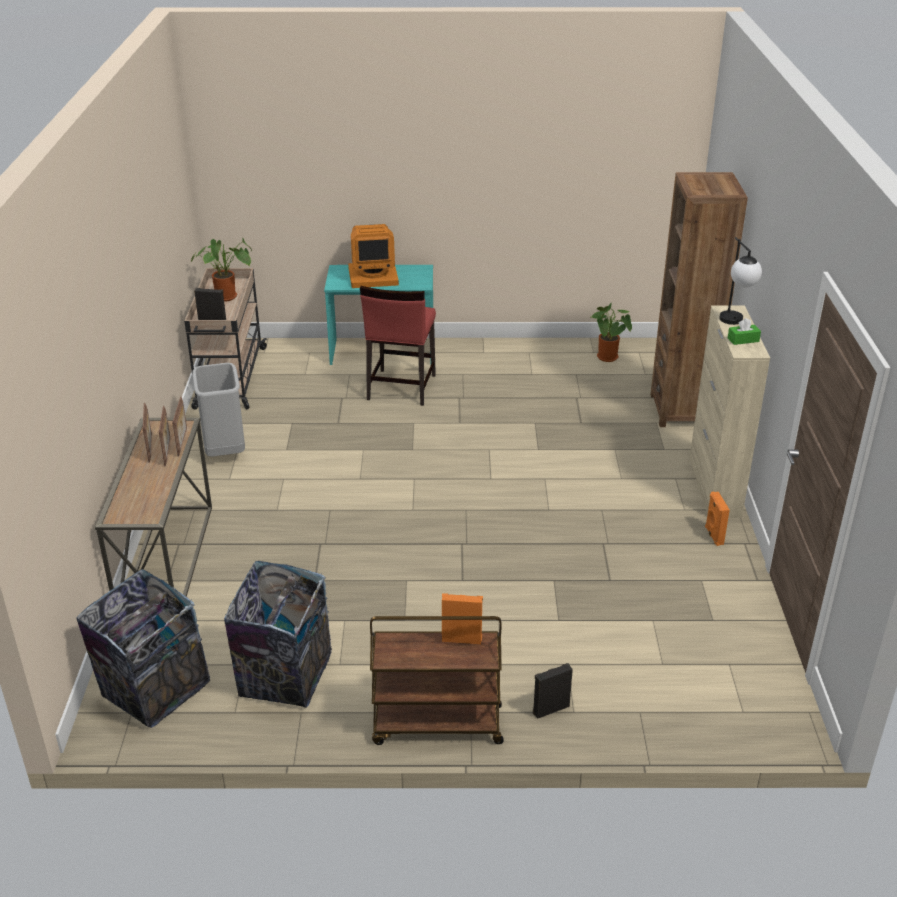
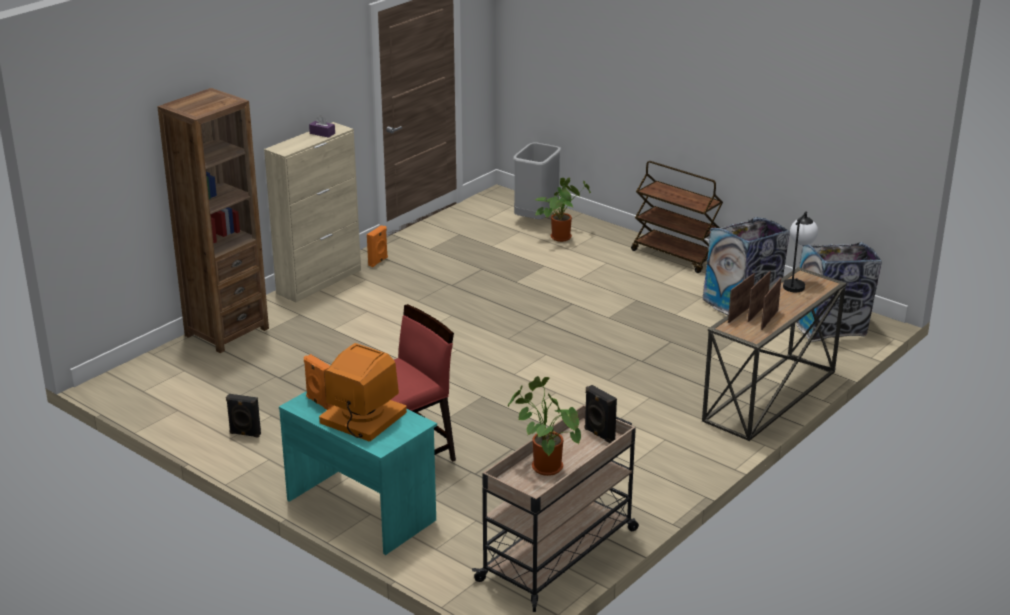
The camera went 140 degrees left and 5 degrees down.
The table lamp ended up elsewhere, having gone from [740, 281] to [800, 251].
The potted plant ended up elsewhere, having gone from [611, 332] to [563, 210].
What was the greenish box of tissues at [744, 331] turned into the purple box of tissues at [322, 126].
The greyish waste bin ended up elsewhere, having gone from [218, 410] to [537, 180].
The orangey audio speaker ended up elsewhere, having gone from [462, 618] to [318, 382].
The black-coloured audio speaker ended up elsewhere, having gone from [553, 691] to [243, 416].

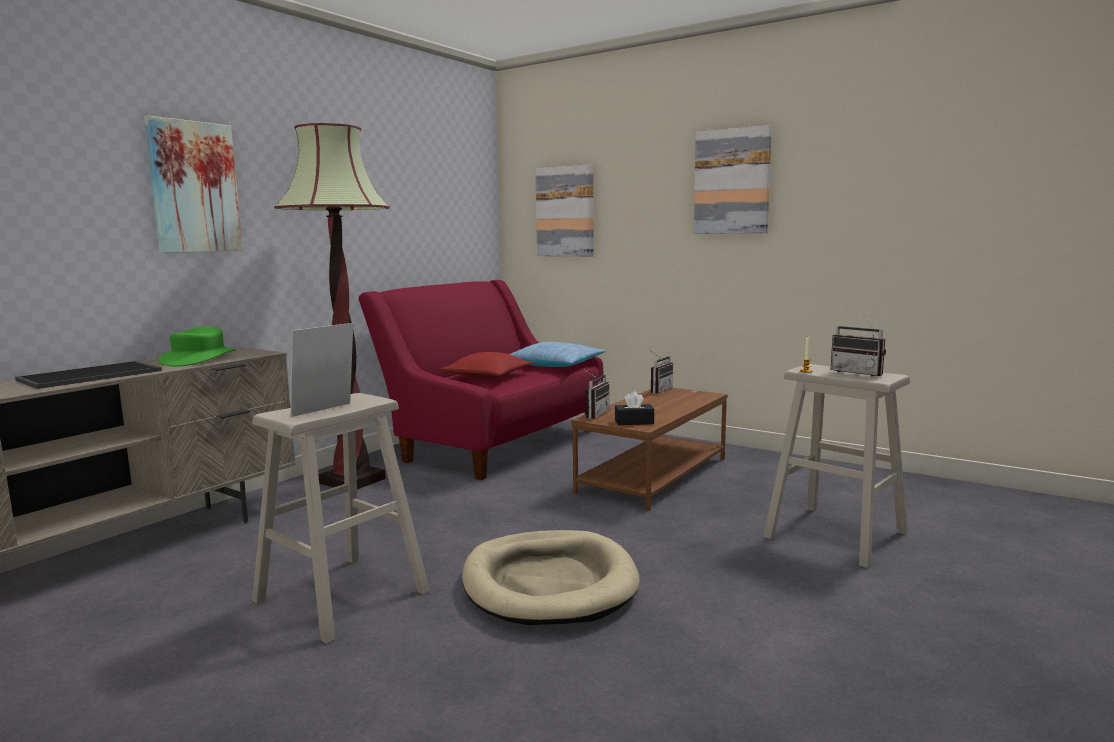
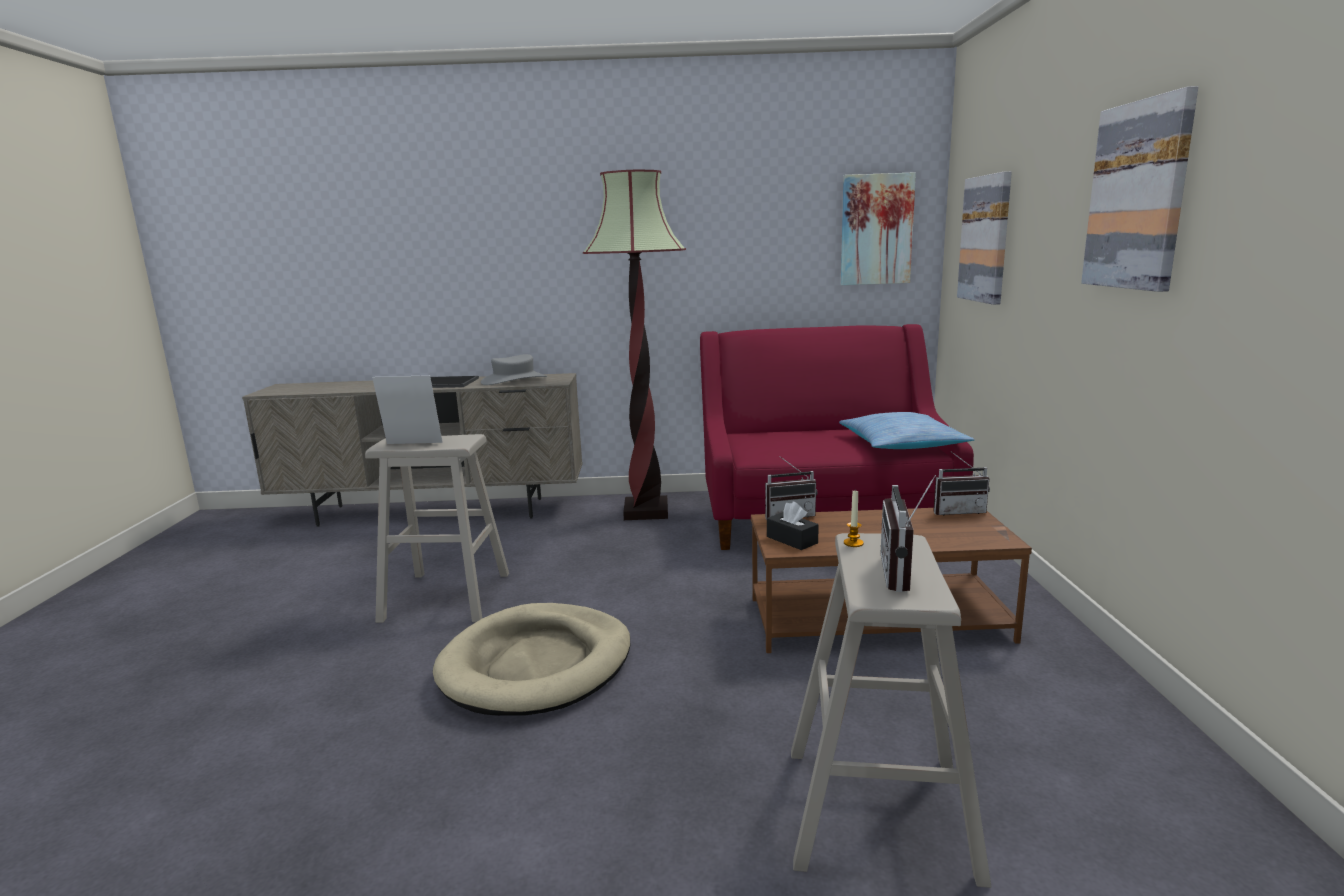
The camera went 55 degrees right and 5 degrees up.
The wall picture ended up elsewhere, having gone from [193, 184] to [878, 228].
What was the greenish clothing hat at [197, 346] turned into the greyish clothing hat at [514, 369].
The second view lost the red throw pillow at [486, 365].

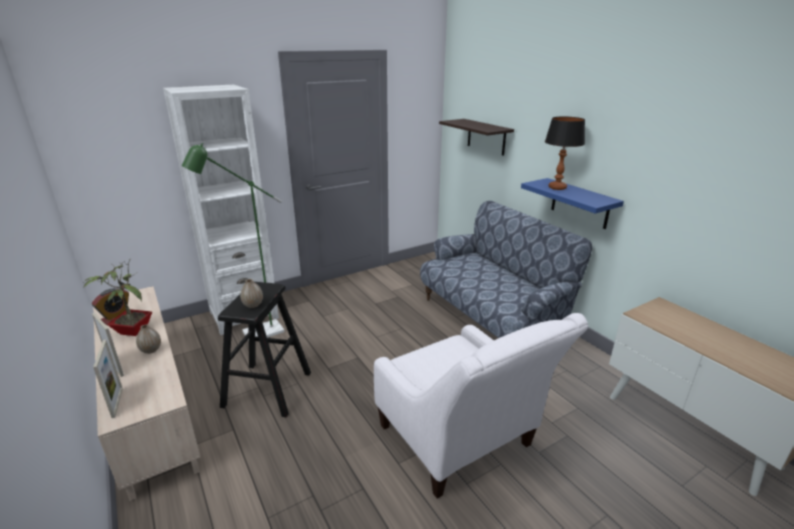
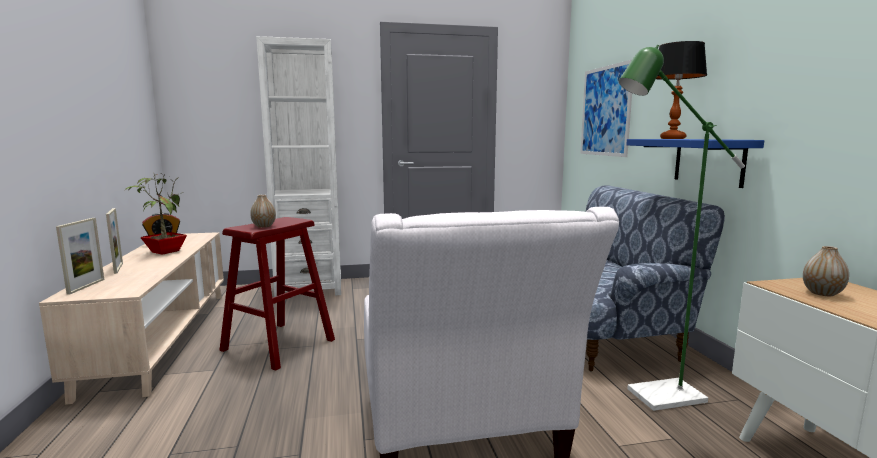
The camera went 20 degrees right and 15 degrees down.
Where the wall shelf hung at [476, 137], the wall picture came to hang at [606, 108].
The greenish standard lamp ended up elsewhere, having gone from [233, 242] to [682, 228].
What was the black-coloured stool at [264, 349] turned into the red stool at [277, 294].
The decorative vase ended up elsewhere, having gone from [148, 339] to [826, 271].

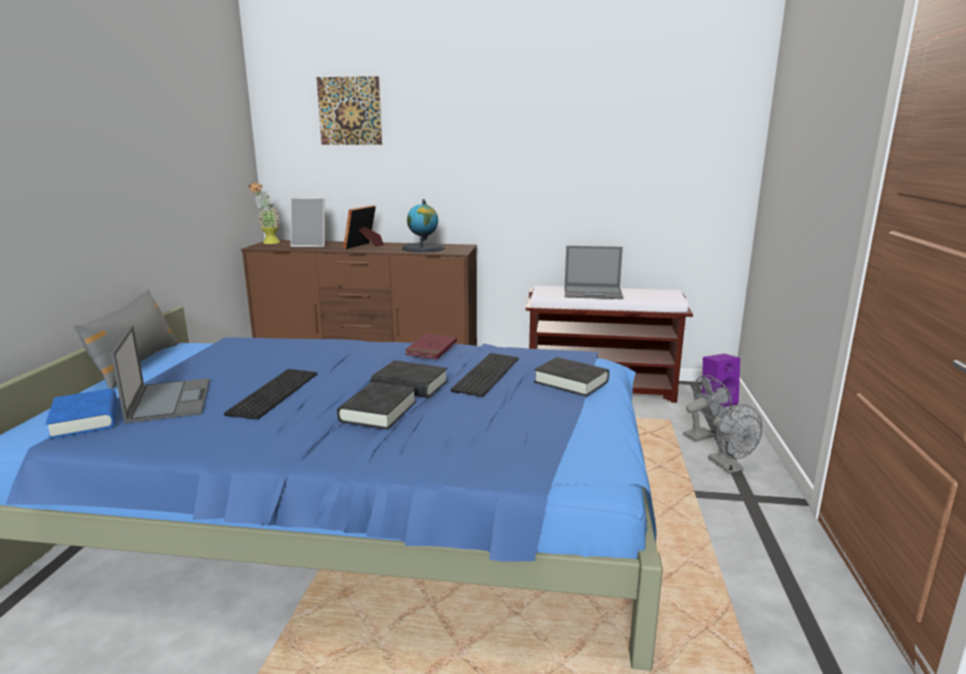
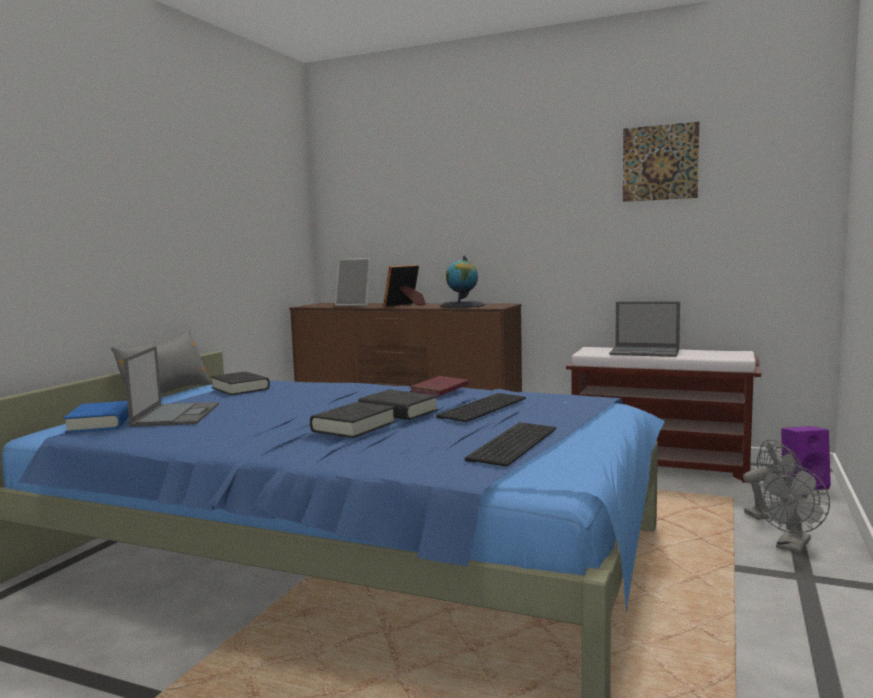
The camera went 15 degrees right and 10 degrees down.
The wall picture ended up elsewhere, having gone from [349, 110] to [661, 162].
The second view lost the potted plant at [264, 213].
The black-coloured volume ended up elsewhere, having gone from [571, 377] to [240, 383].
The keyboard ended up elsewhere, having gone from [270, 394] to [510, 444].
The greyish fan at [735, 438] ended up facing another way, 45 degrees clockwise from before.

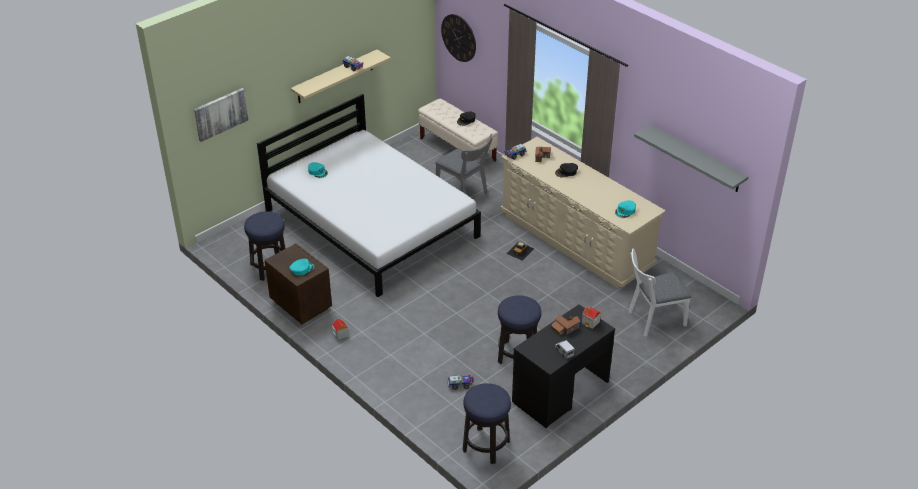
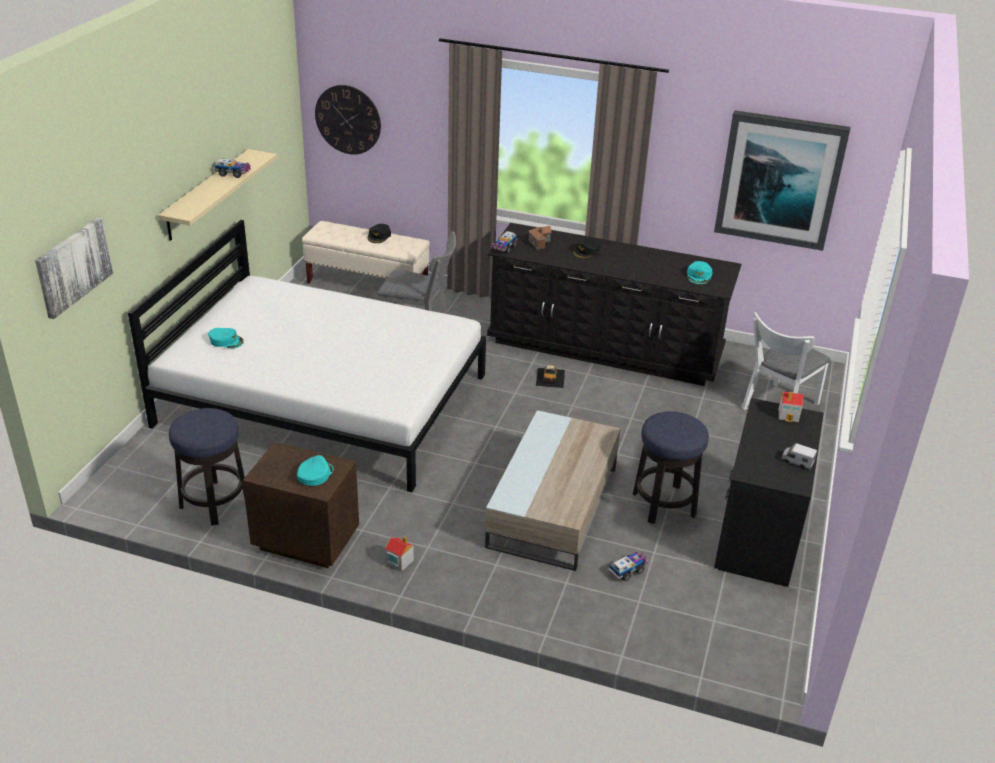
The camera went 30 degrees left and 5 degrees down.
Where the greyish wall shelf hung at [691, 158], the wall picture came to hang at [782, 180].
What was the beige drawer chest at [583, 212] turned into the black-coloured drawer chest at [614, 304].
The second view lost the model house at [566, 325].
The second view lost the stool at [487, 423].
The second view gained the beige lounge table at [553, 490].

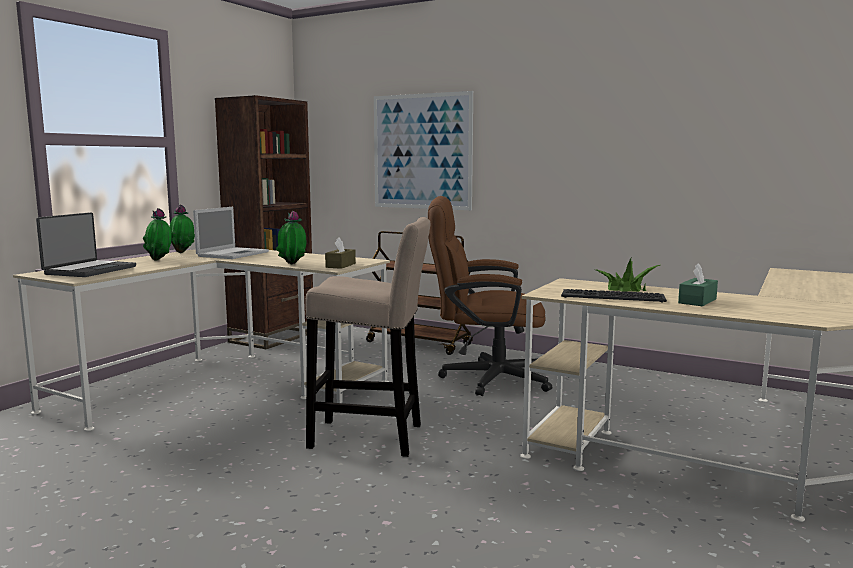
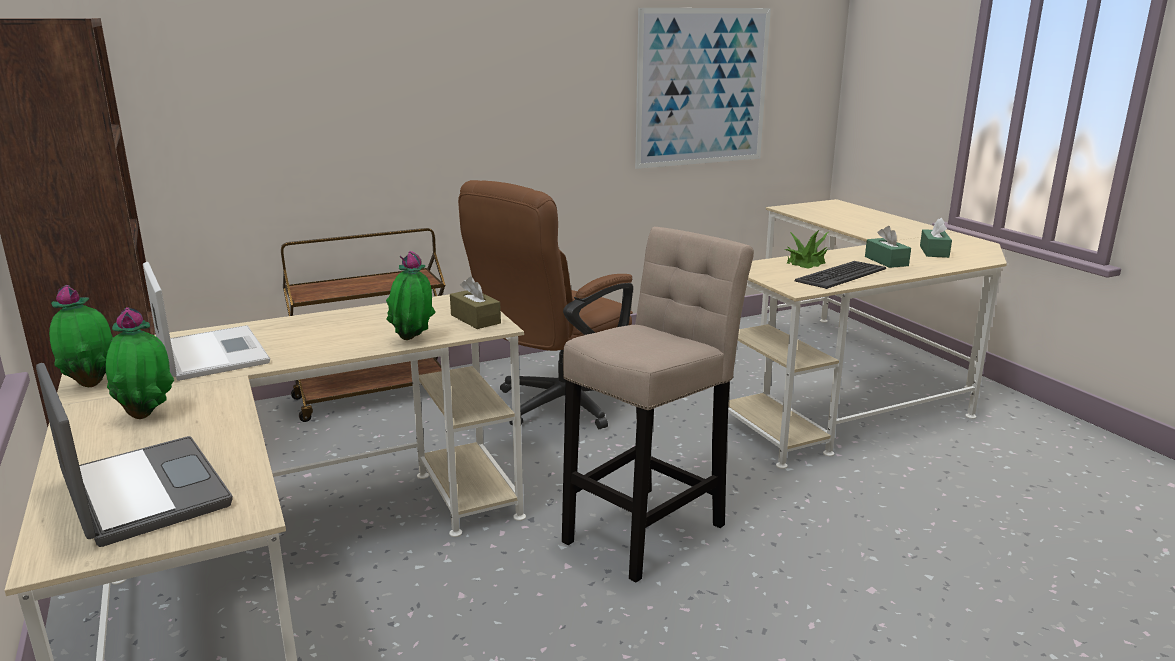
The camera went 55 degrees left and 10 degrees up.
The wall picture ended up elsewhere, having gone from [423, 150] to [703, 88].
The second view gained the greenish box of tissues at [936, 238].

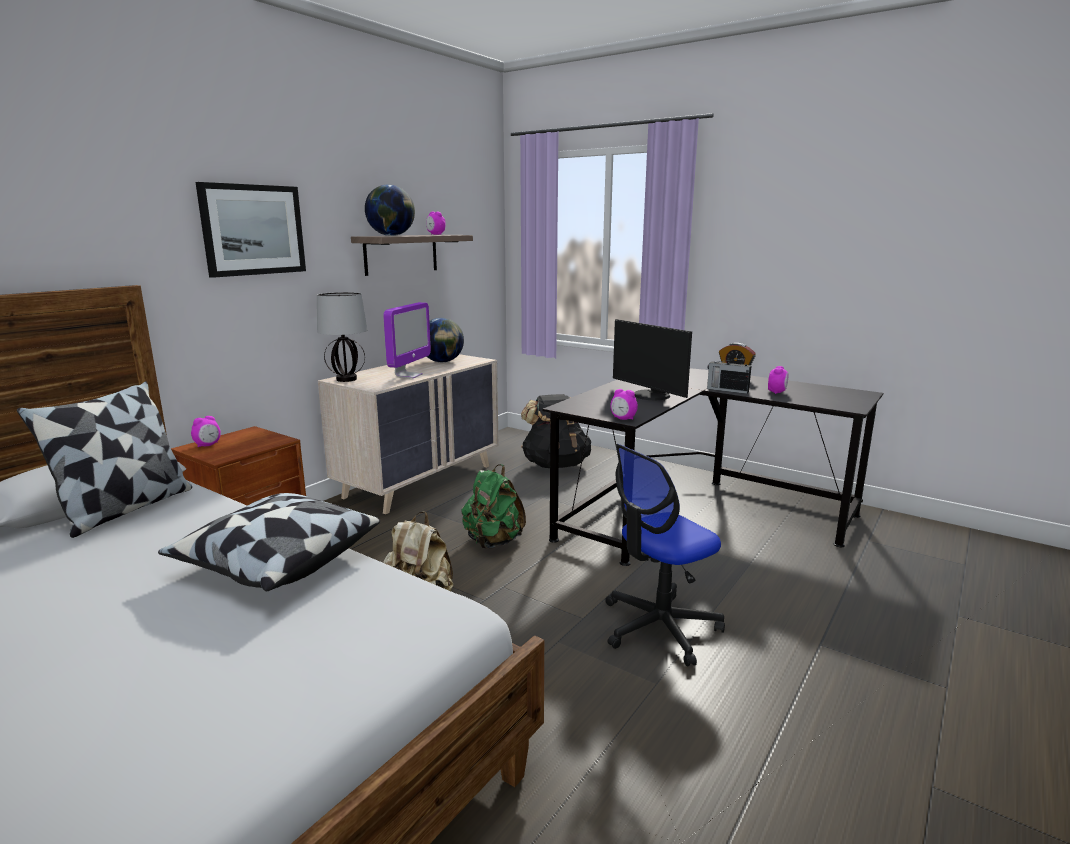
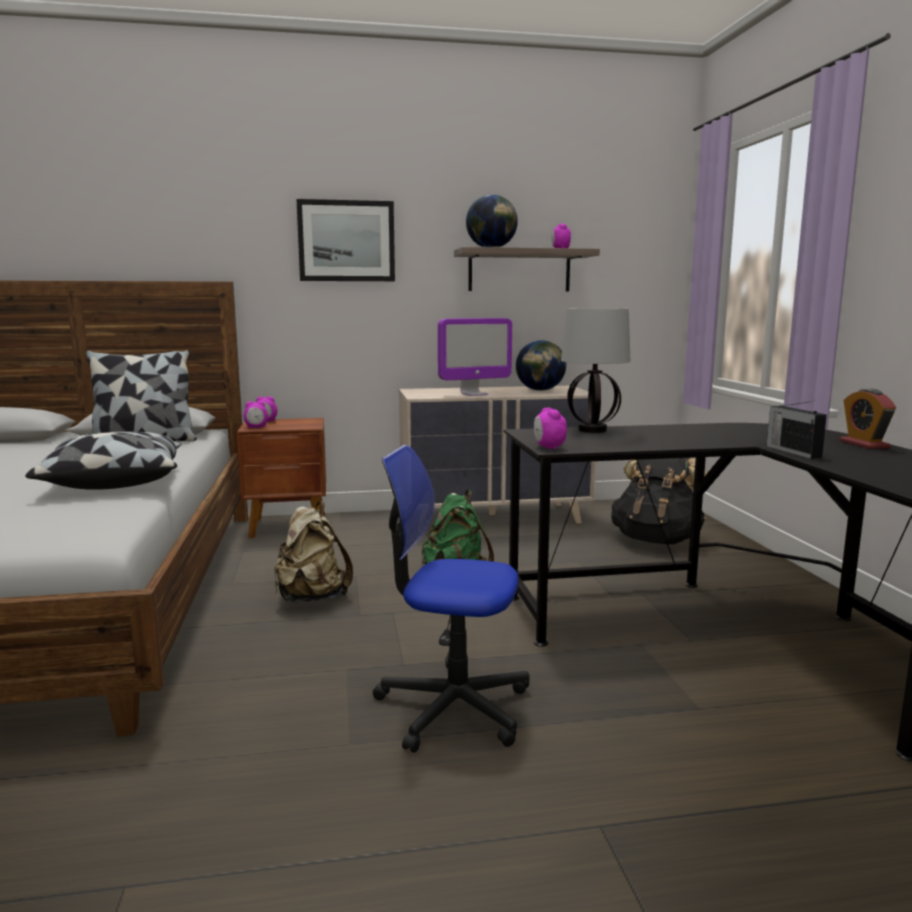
The camera went 45 degrees right and 5 degrees down.
The table lamp ended up elsewhere, having gone from [342, 337] to [596, 371].
The second view lost the computer screen at [652, 359].
The alarm clock ended up elsewhere, having gone from [778, 380] to [255, 414].

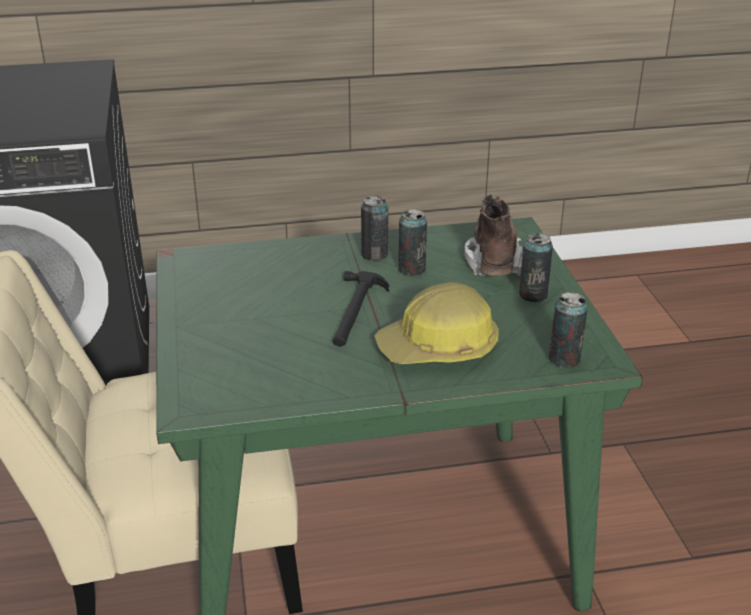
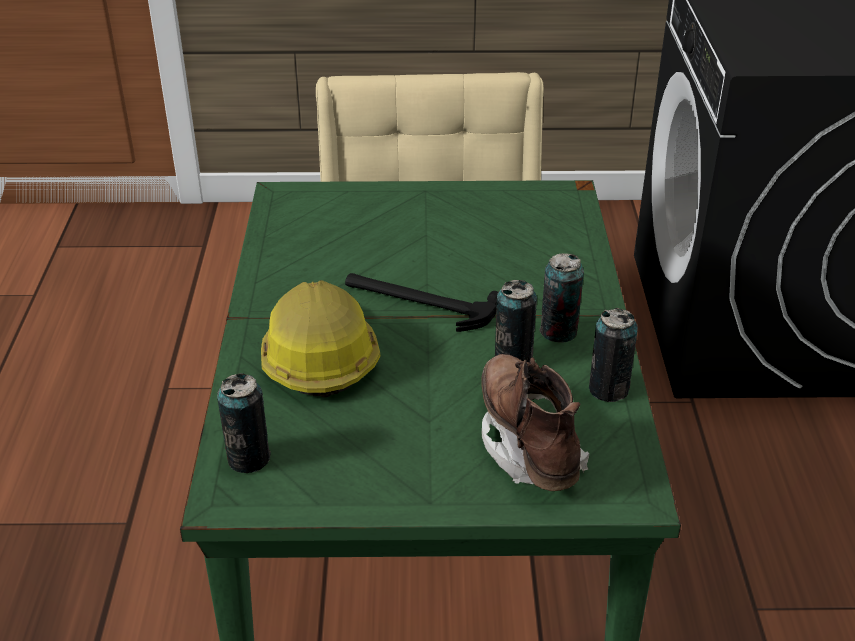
The camera went 100 degrees right and 5 degrees up.
The brownish boot at [493, 235] ended up facing another way, 120 degrees counterclockwise from before.
The can ended up elsewhere, having gone from [536, 267] to [613, 355].

